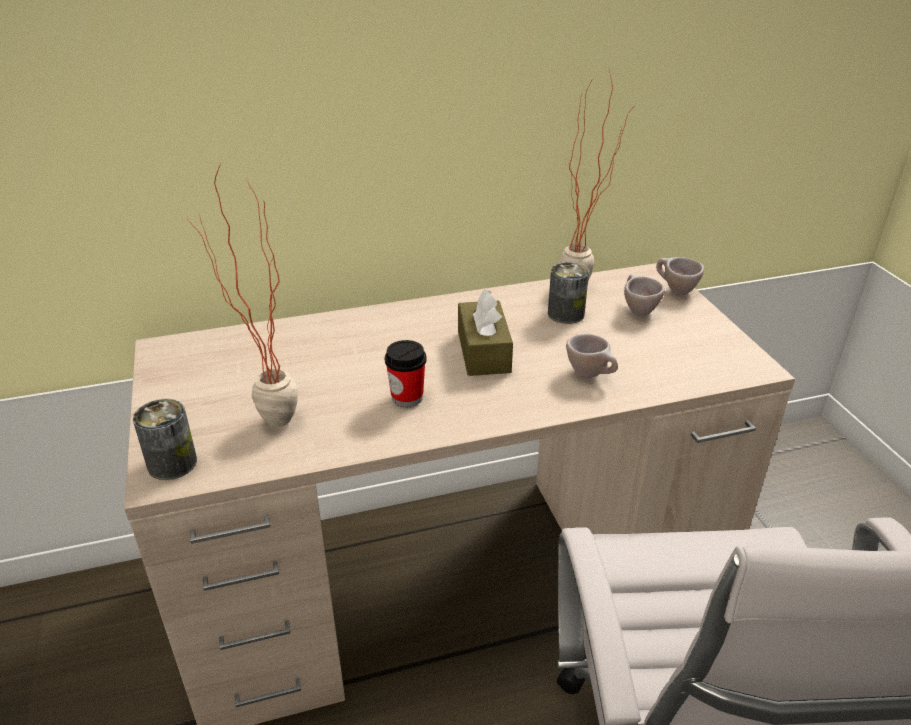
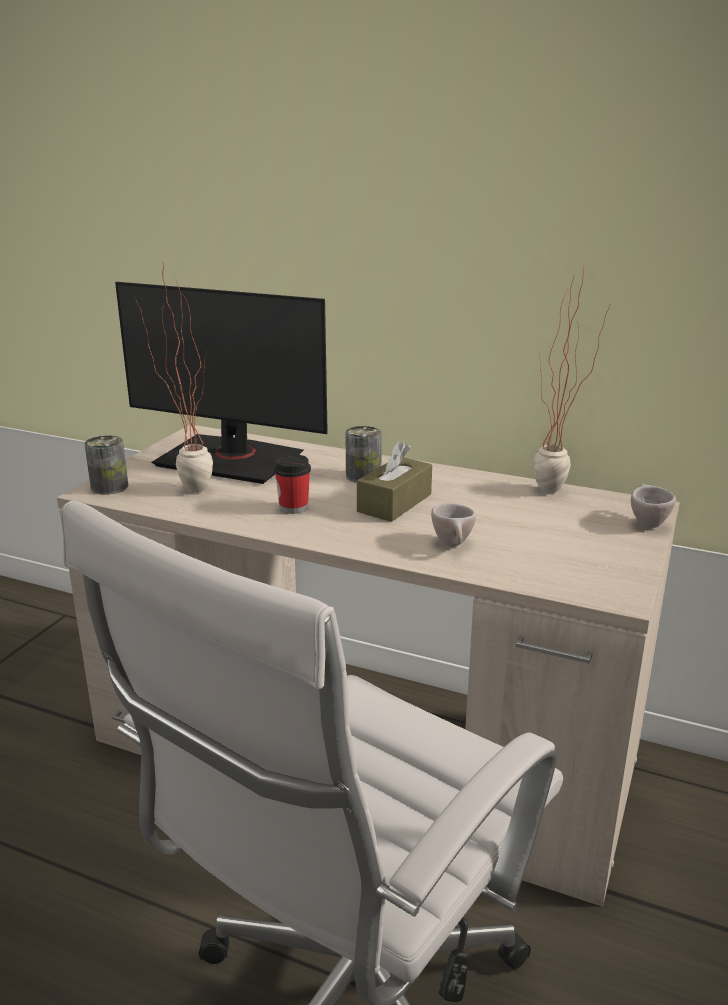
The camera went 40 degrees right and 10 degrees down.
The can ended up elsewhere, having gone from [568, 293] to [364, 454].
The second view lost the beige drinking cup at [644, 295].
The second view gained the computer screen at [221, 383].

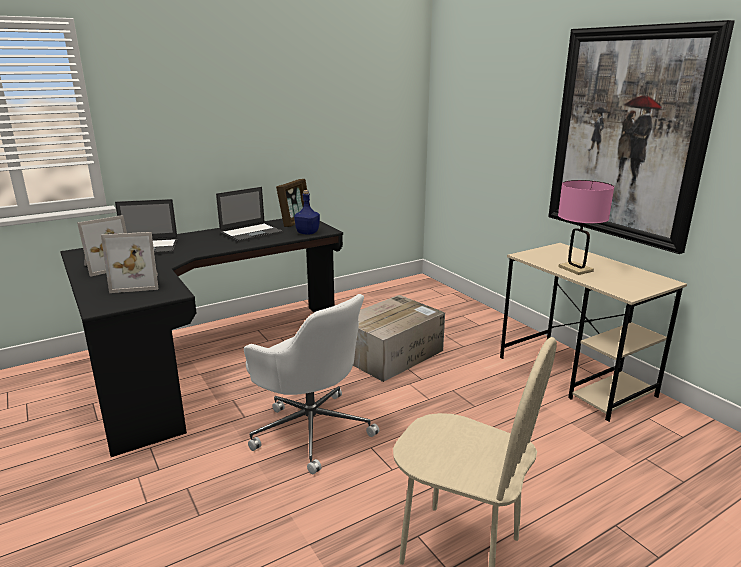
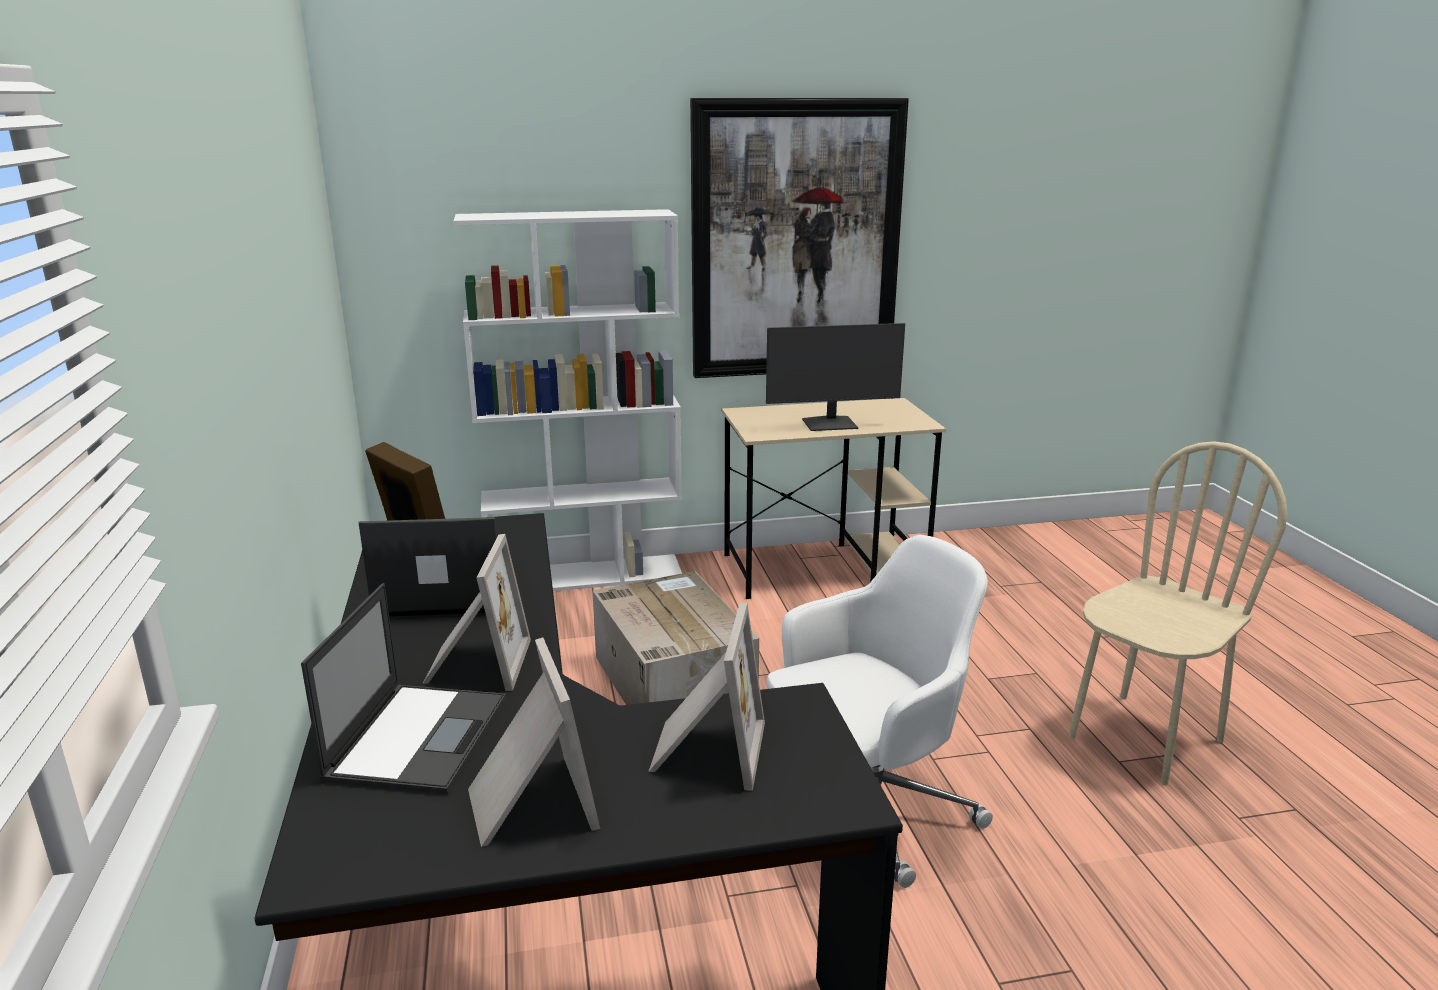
The camera went 70 degrees left and 0 degrees up.
Where the pink table lamp stood at [586, 227], the computer screen came to stand at [835, 377].
The laptop at [250, 215] ended up facing another way, 75 degrees counterclockwise from before.
The second view lost the blue drink bottle at [307, 212].
The second view gained the whitish bookshelf at [567, 400].
The second view gained the picture frame at [477, 612].

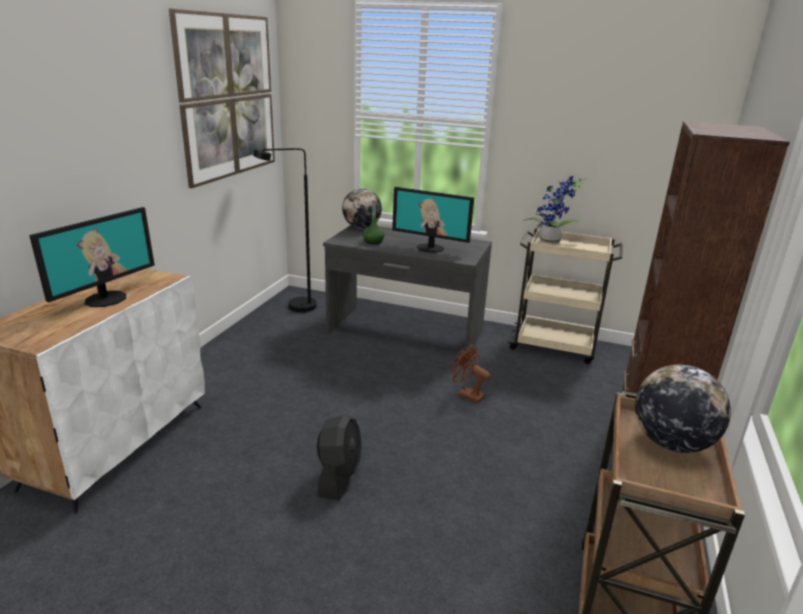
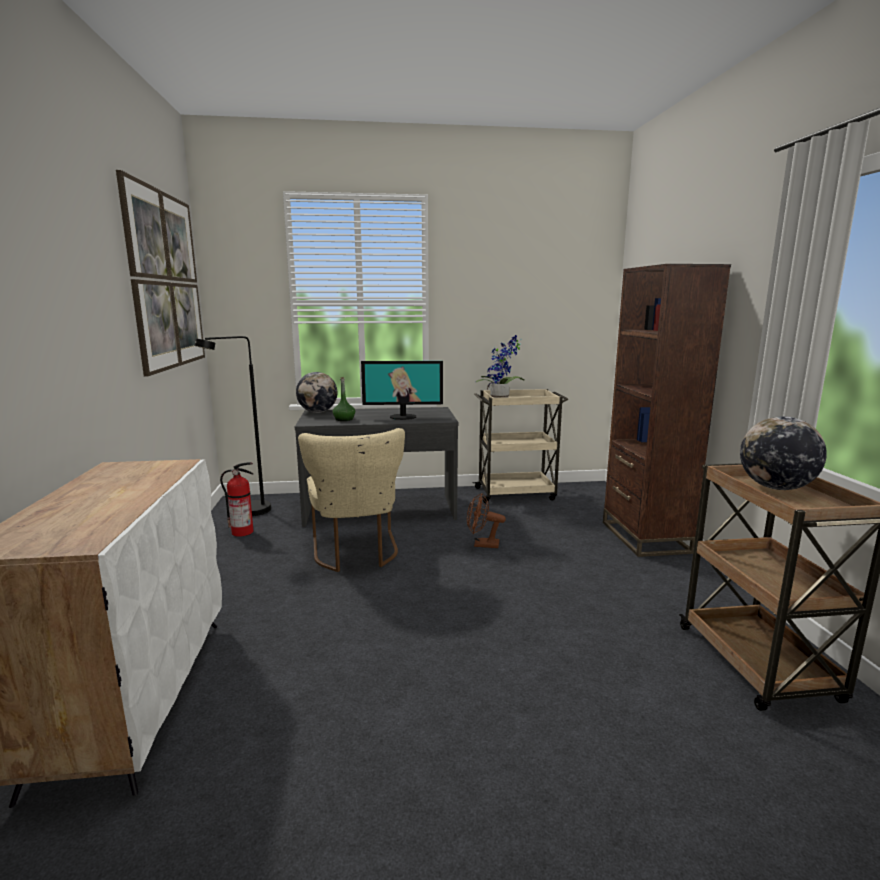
The camera went 25 degrees left and 10 degrees down.
The second view lost the computer screen at [92, 257].
The second view lost the black-coloured fan at [339, 457].
The second view gained the beige upright chair at [351, 500].
The second view gained the fire-fighting cylinder at [237, 499].

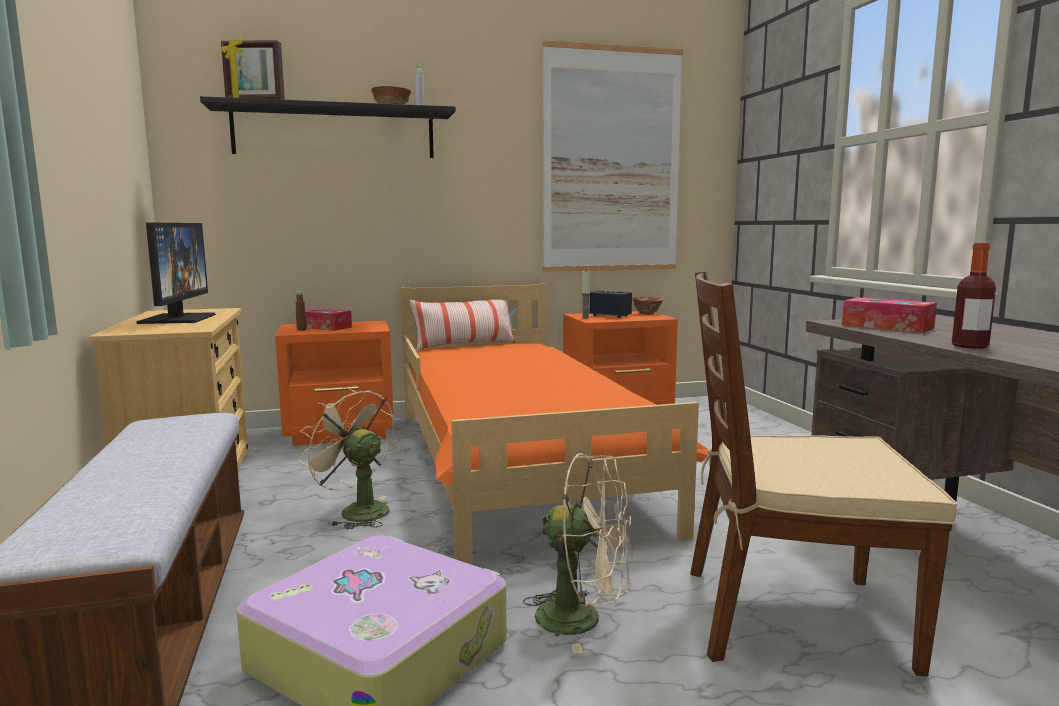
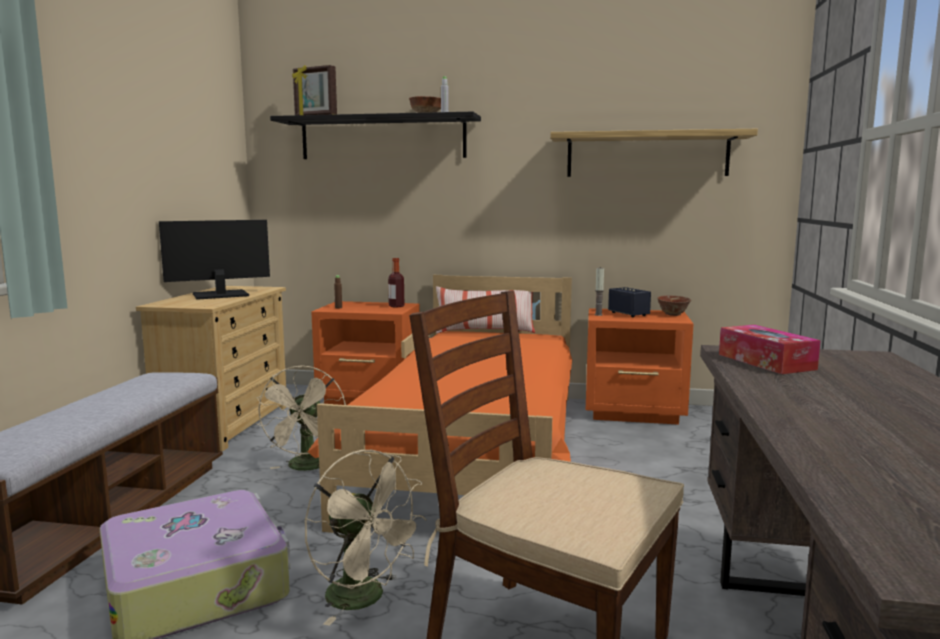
The camera went 25 degrees right and 0 degrees up.
Where the wall picture hung at [613, 156], the wall shelf came to hang at [654, 153].
The computer screen at [176, 273] ended up facing another way, 135 degrees counterclockwise from before.
The drink bottle ended up elsewhere, having gone from [974, 296] to [396, 283].
The second view lost the box of tissues at [324, 319].
The beige fan at [346, 458] ended up facing another way, 150 degrees counterclockwise from before.

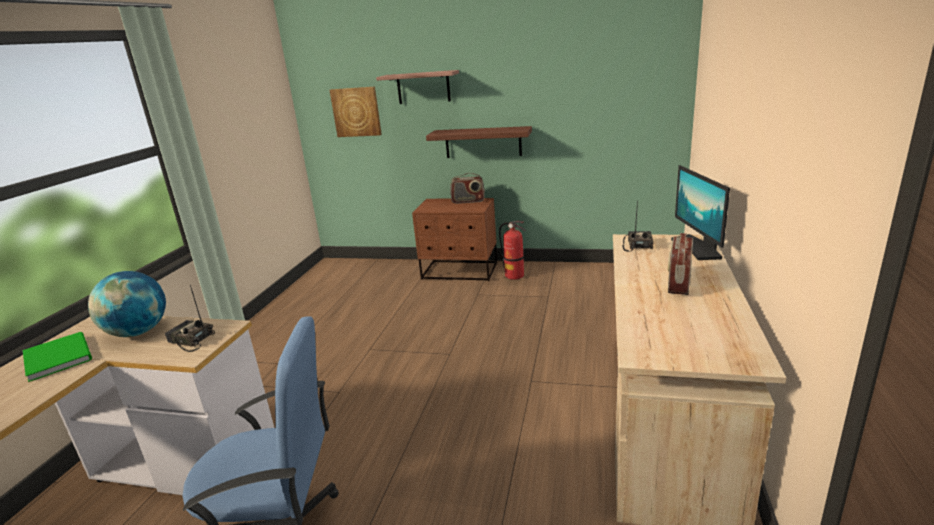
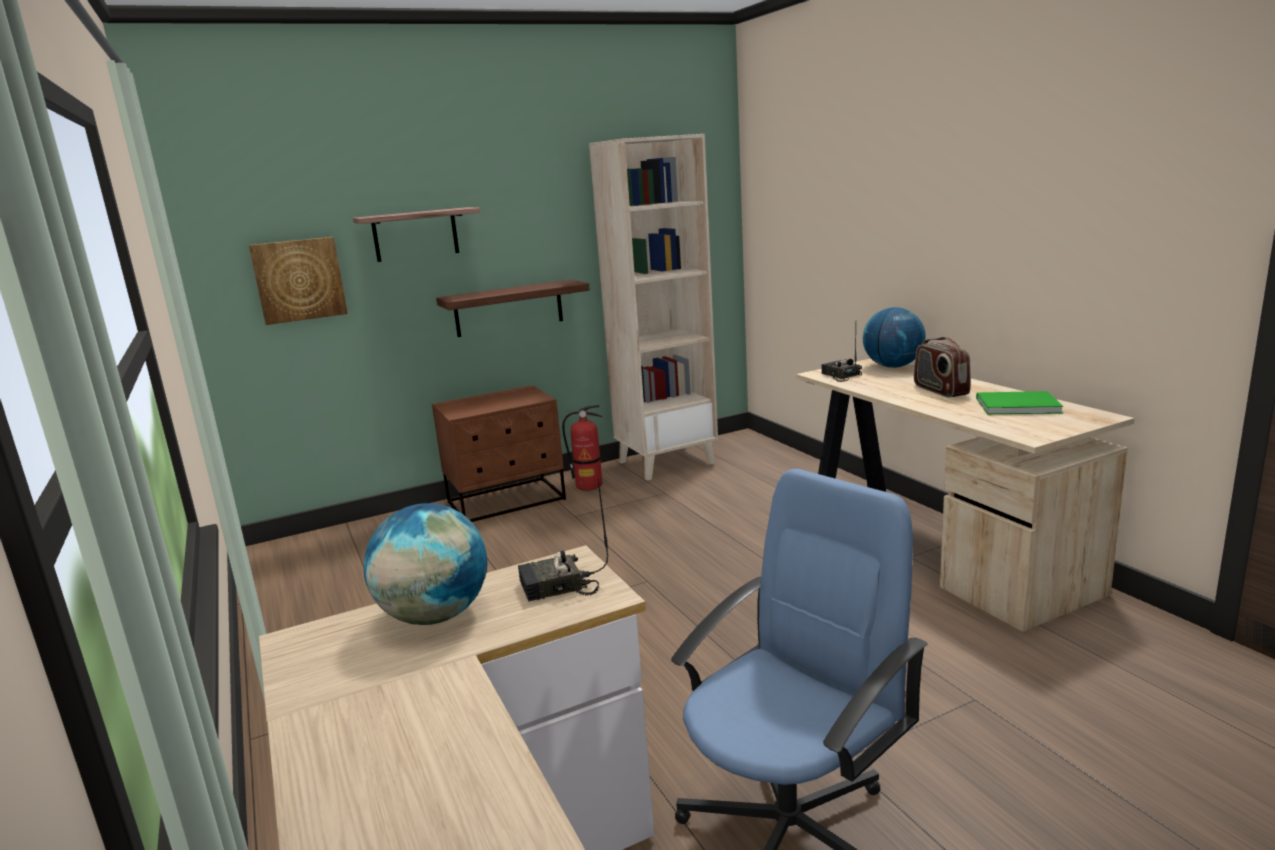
The camera went 40 degrees left and 5 degrees down.
Where the computer screen stood at [700, 212], the desk globe came to stand at [894, 337].
The second view lost the radio set at [467, 188].
The greenish volume ended up elsewhere, having gone from [57, 357] to [1019, 402].
The second view gained the beige bookshelf at [653, 307].

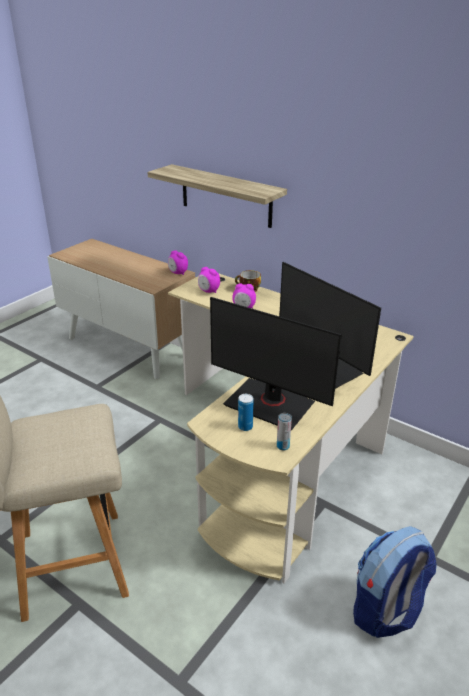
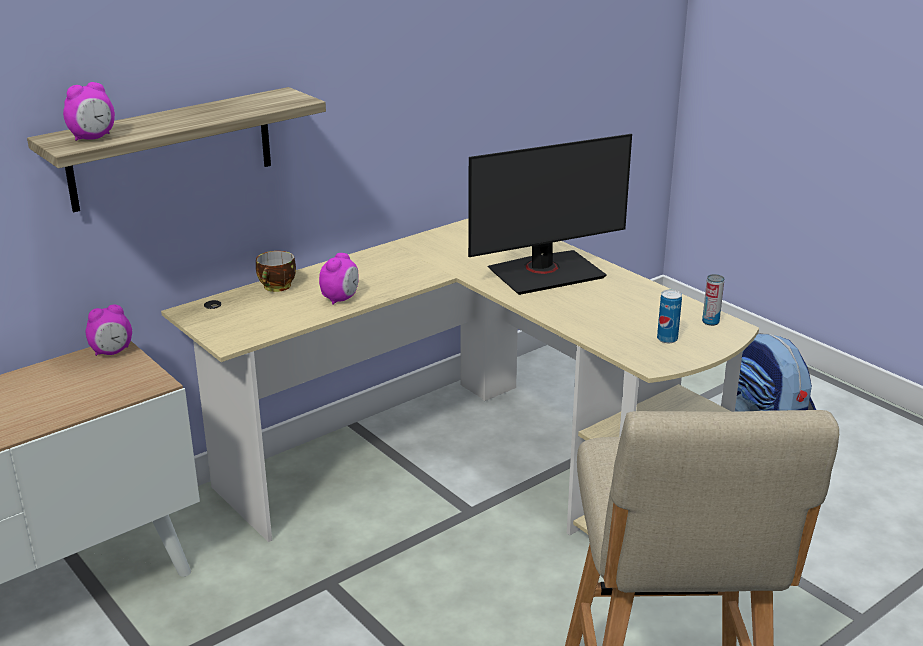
The camera went 75 degrees left and 5 degrees down.
The alarm clock ended up elsewhere, having gone from [209, 280] to [89, 111].
The second view lost the computer screen at [276, 363].

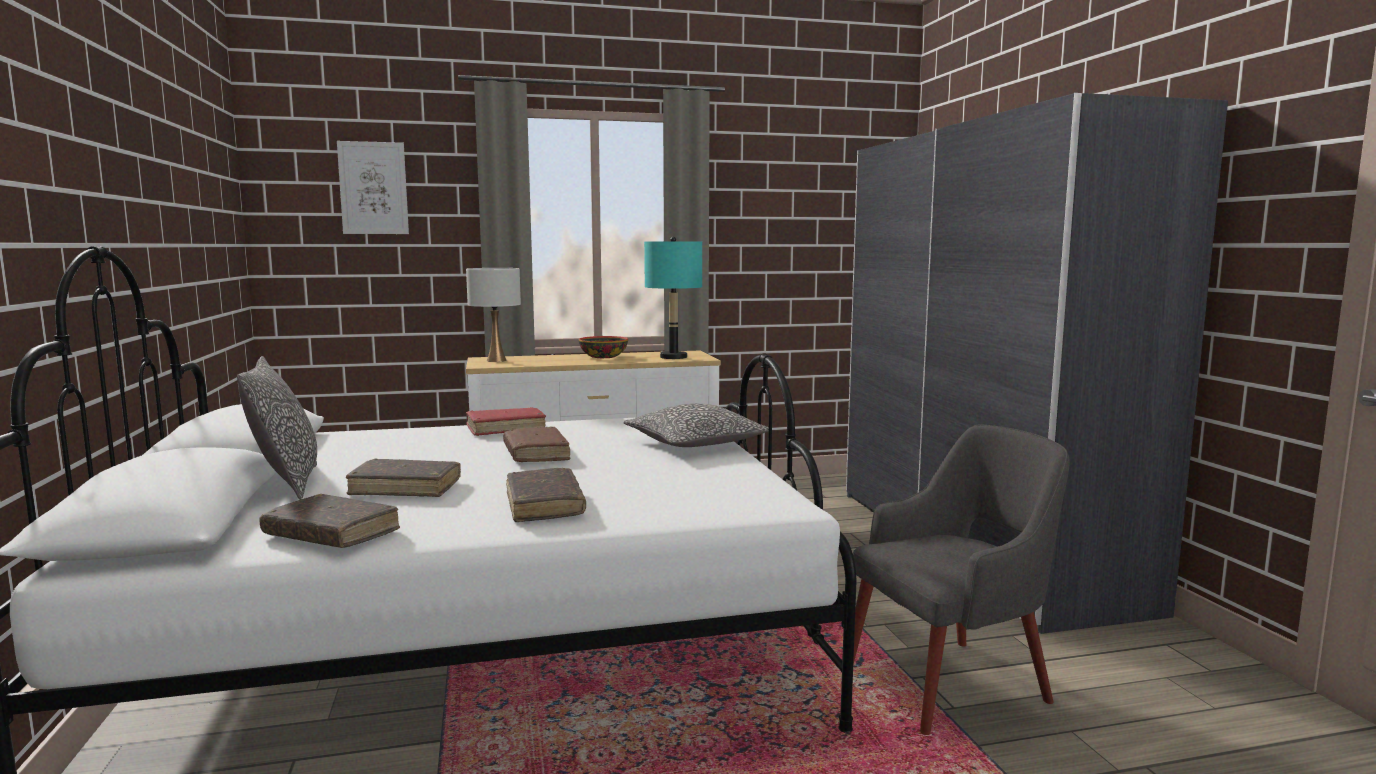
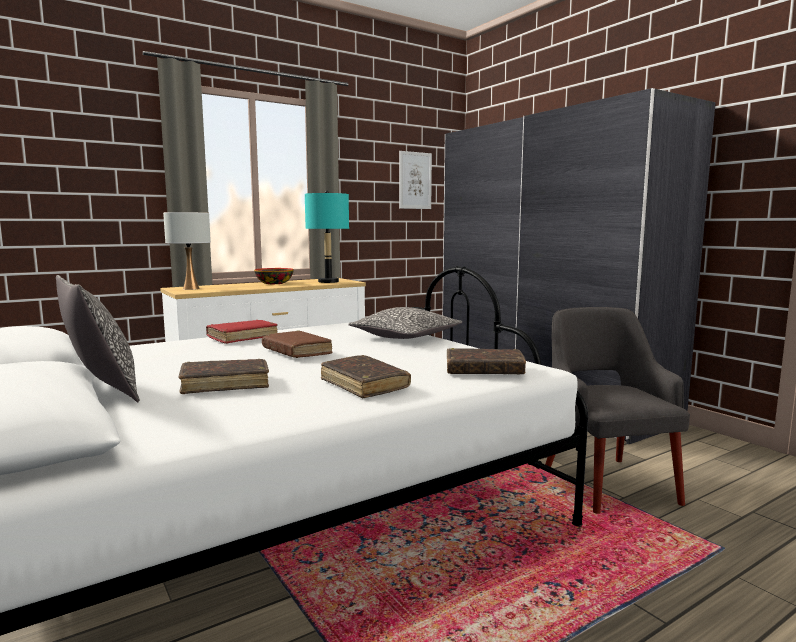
The camera went 20 degrees left and 0 degrees up.
The wall picture ended up elsewhere, having gone from [373, 187] to [415, 180].
The greyish armchair at [961, 580] ended up facing another way, 60 degrees counterclockwise from before.
The brownish volume ended up elsewhere, having gone from [330, 521] to [486, 361].

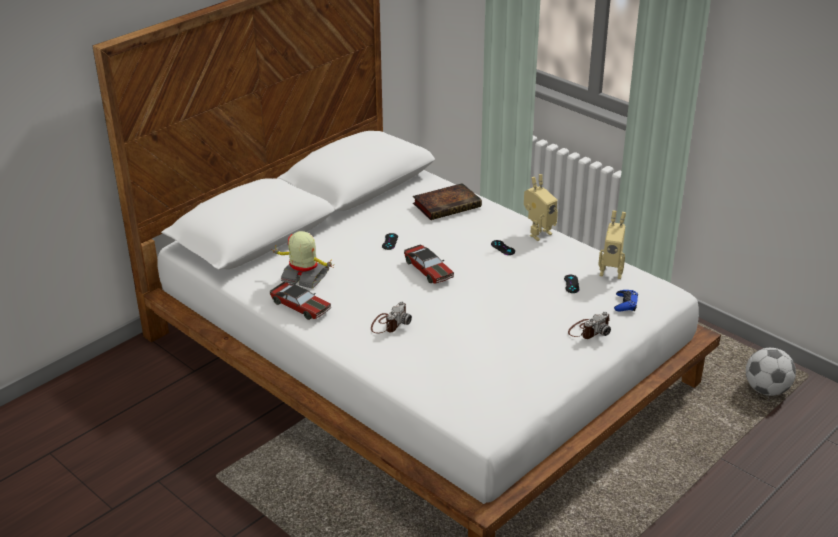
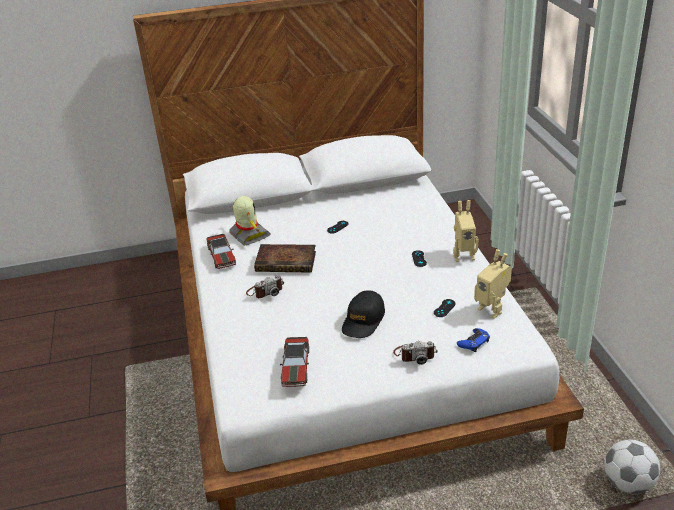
The camera went 35 degrees right and 0 degrees up.
The volume ended up elsewhere, having gone from [447, 201] to [285, 258].
The toy car ended up elsewhere, having gone from [429, 264] to [294, 362].
The second view gained the black-coloured peaked cap at [363, 314].

